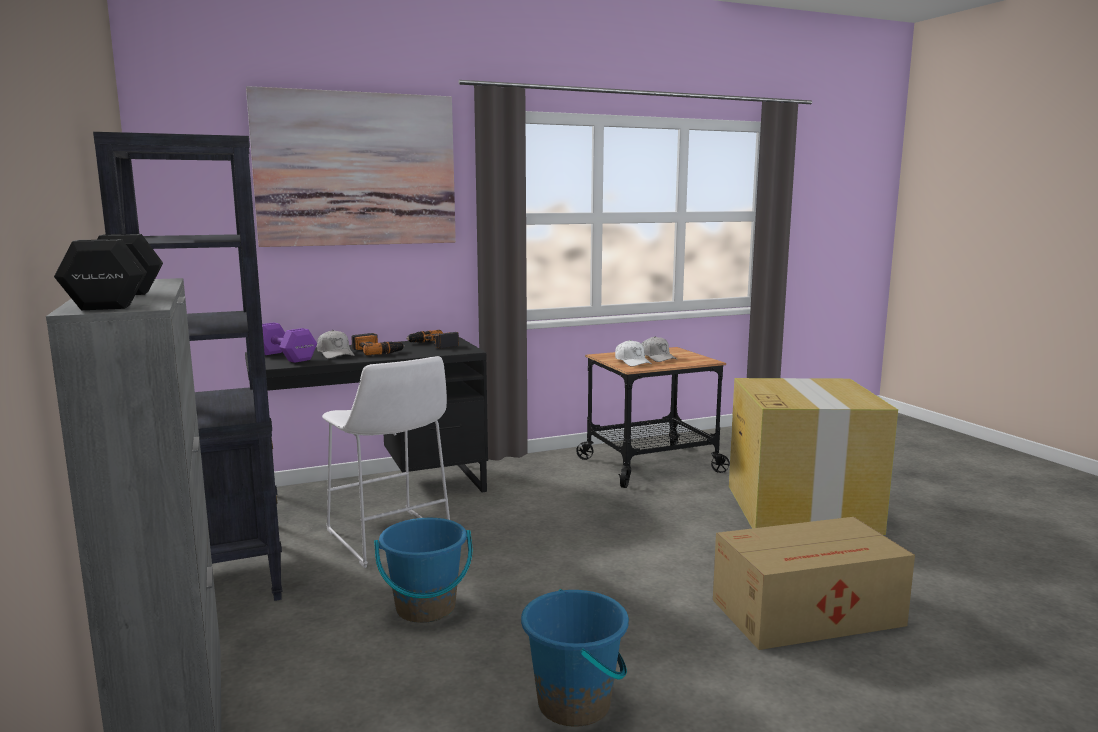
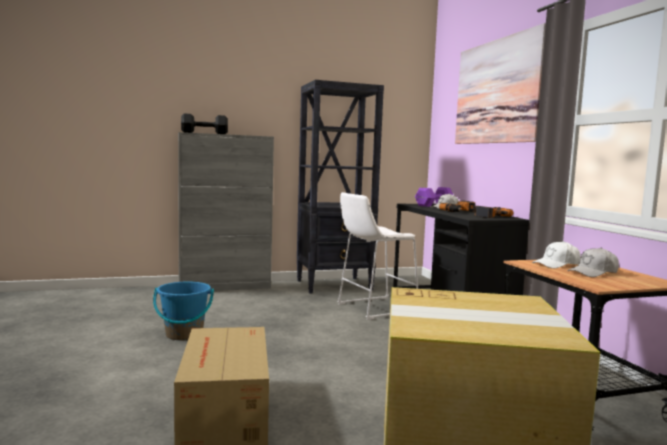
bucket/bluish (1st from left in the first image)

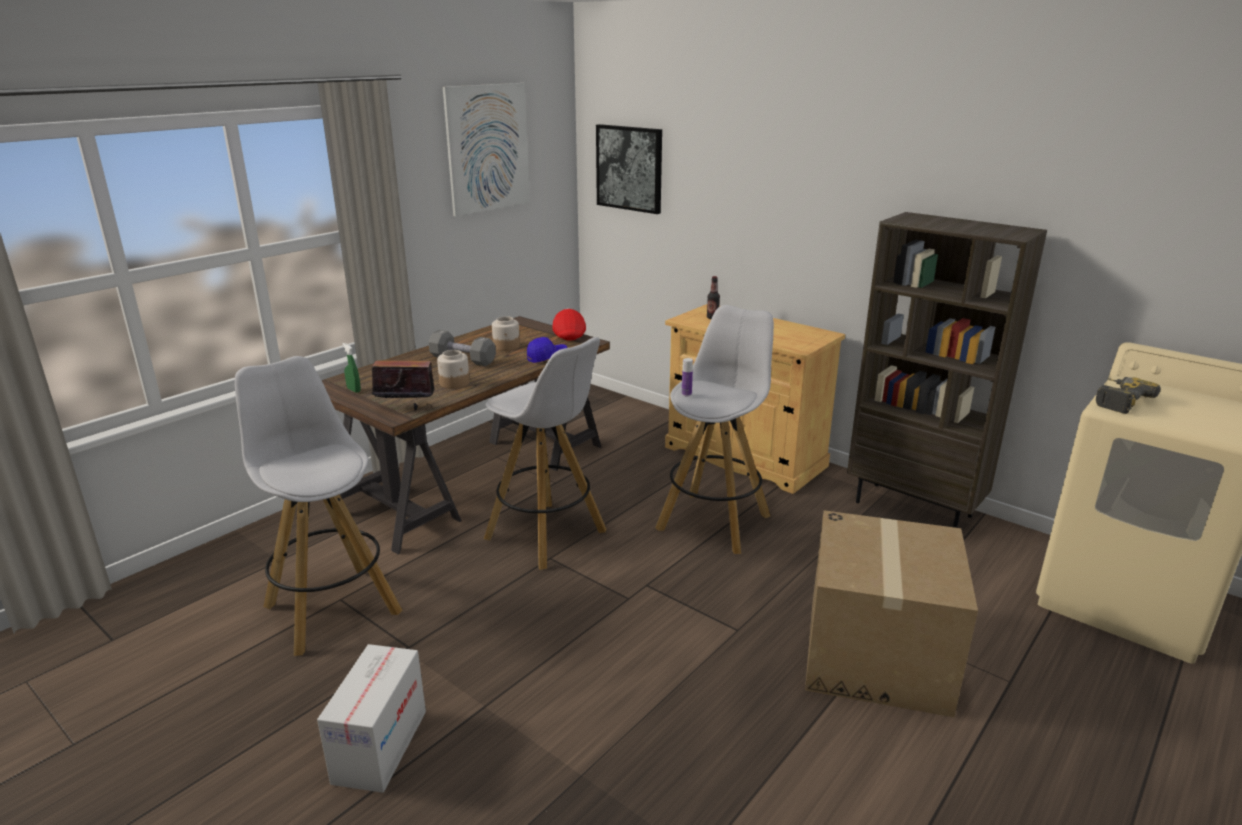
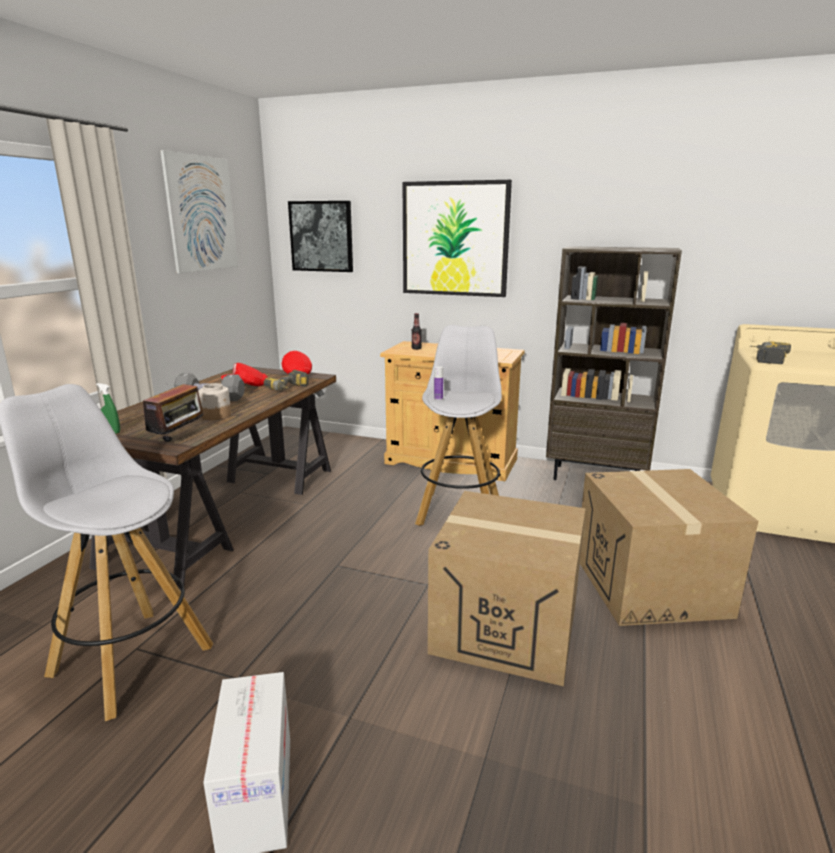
peaked cap/reddish (1st from left)
stool seat/white-coloured (2nd from left in the first image)
power drill (1st from left)
radio
wall art (3rd from left)
packing box (2nd from left)

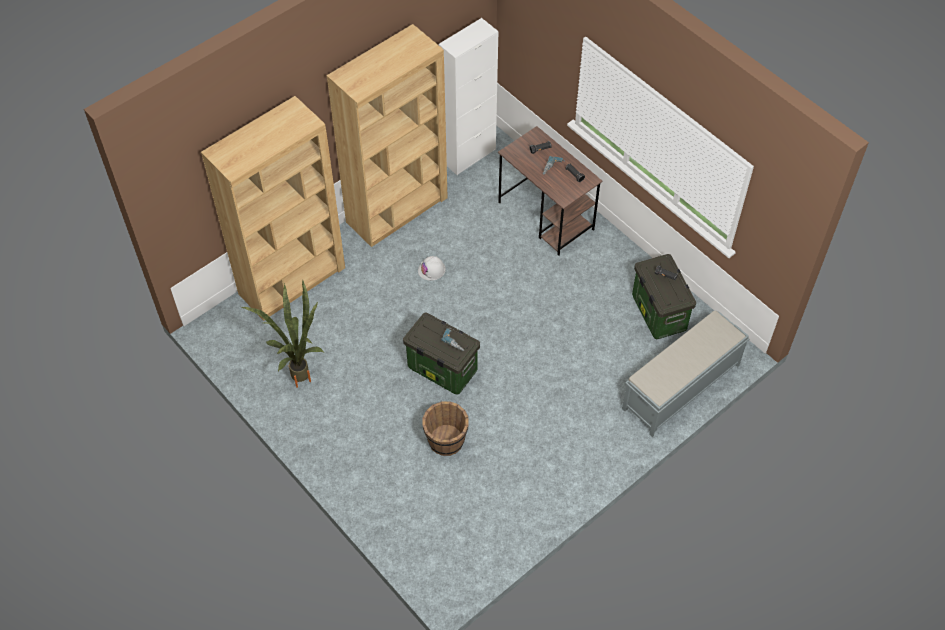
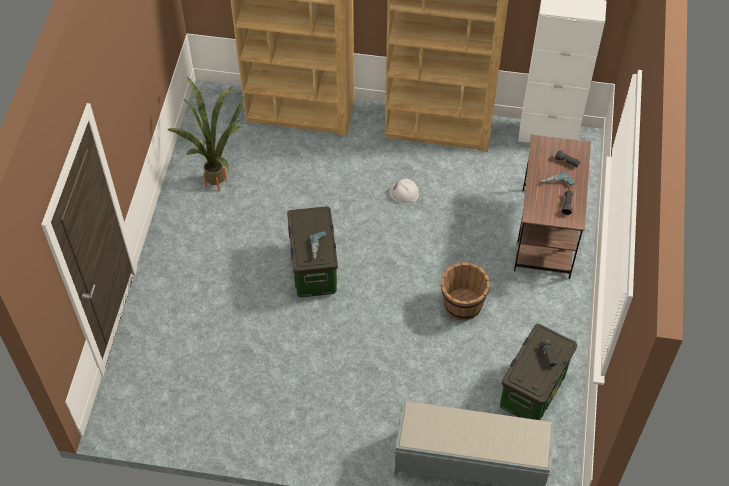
bucket/brownish

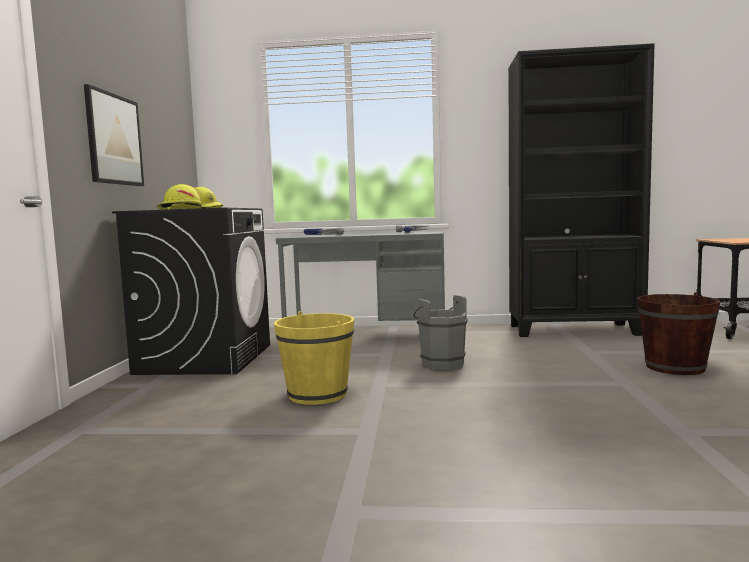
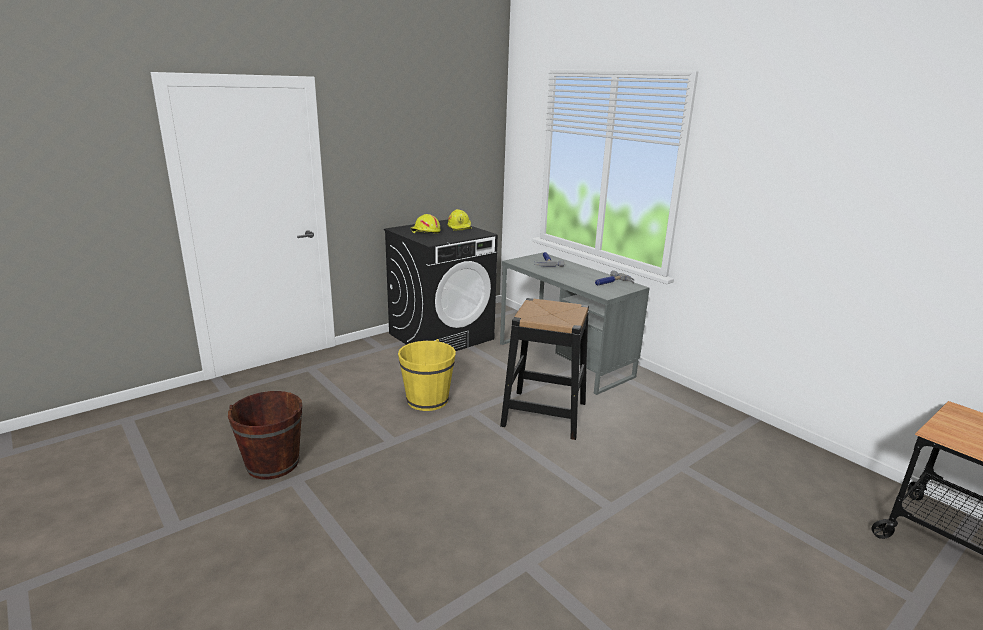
shelving unit/blackish
wall art
bucket/brownish
stool seat/blackish

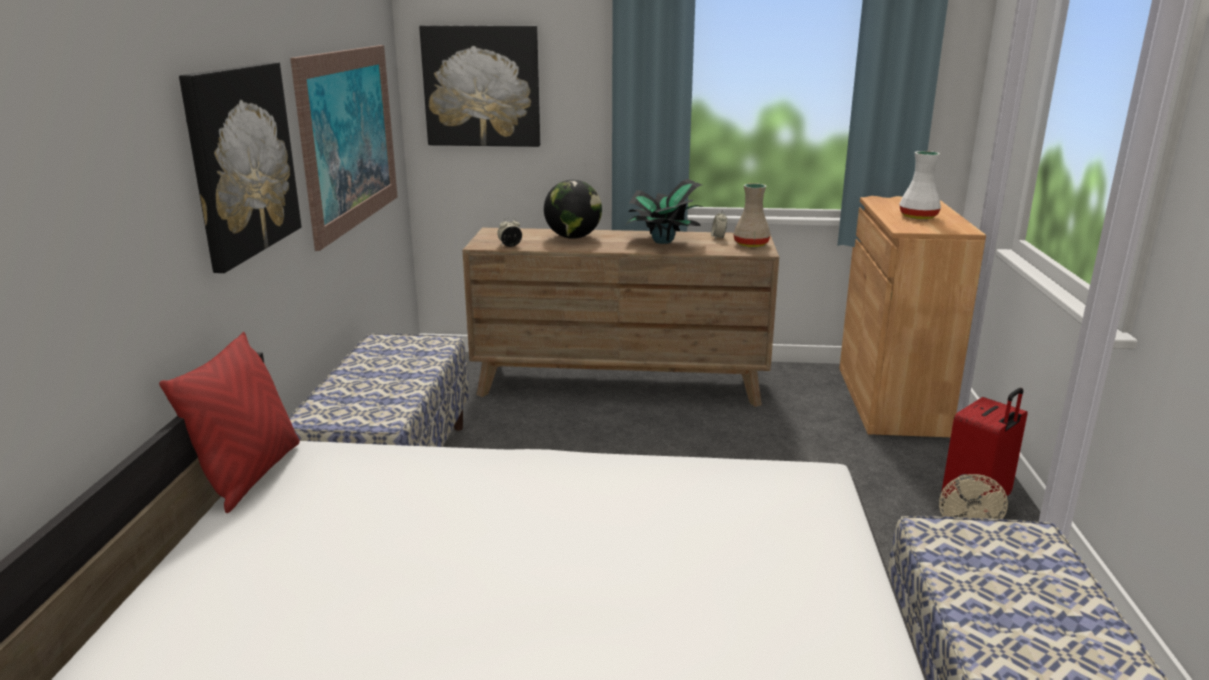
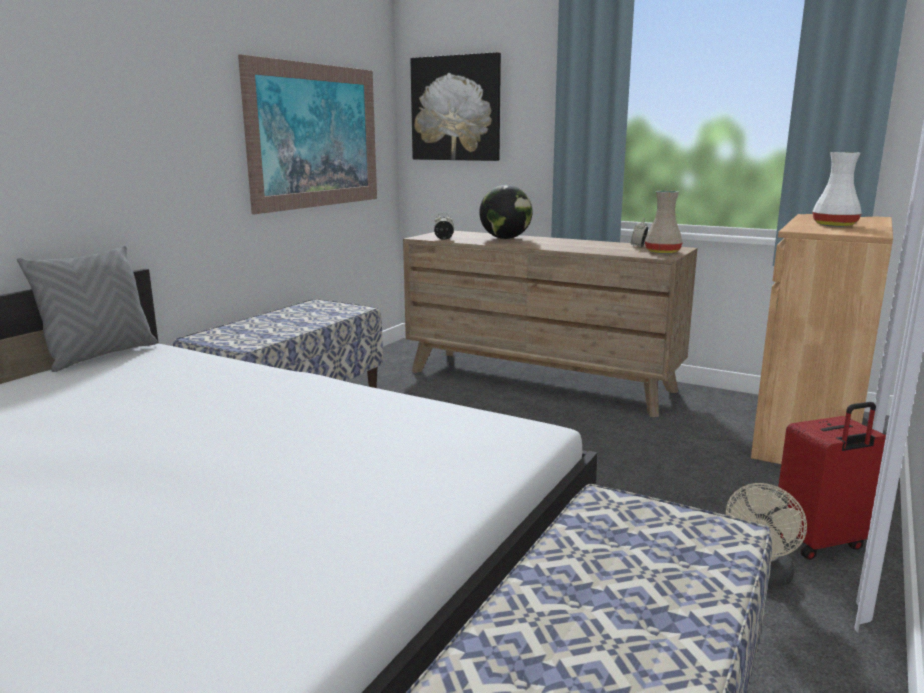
wall art (1st from left in the first image)
potted plant
cushion/grey

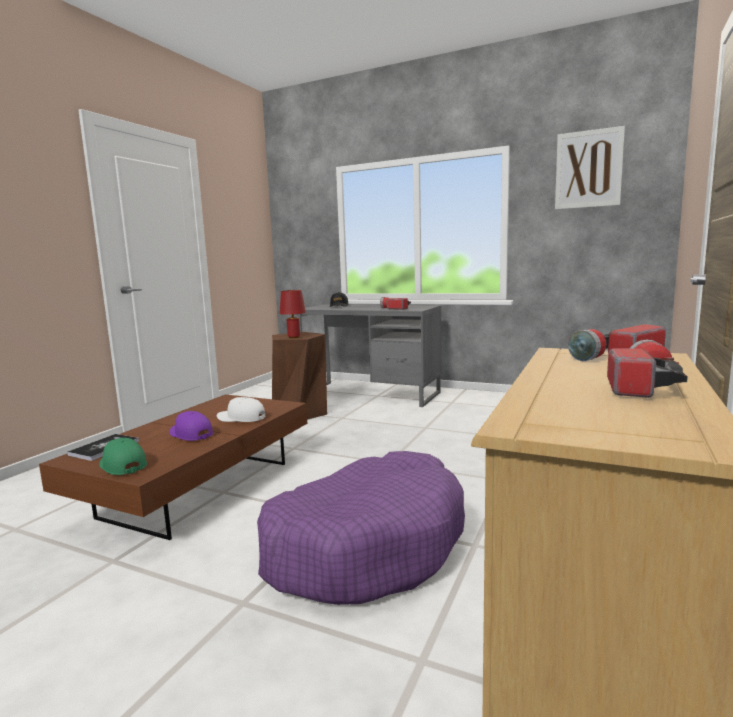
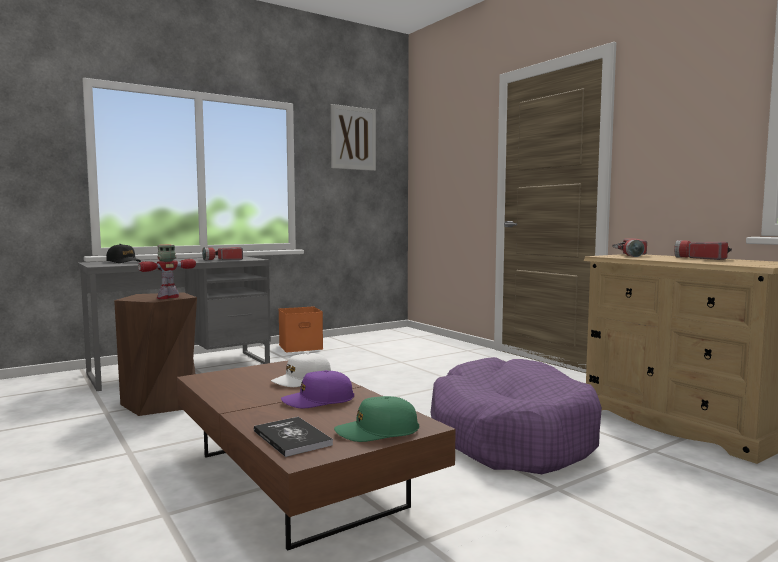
model robot
storage bin/orangey

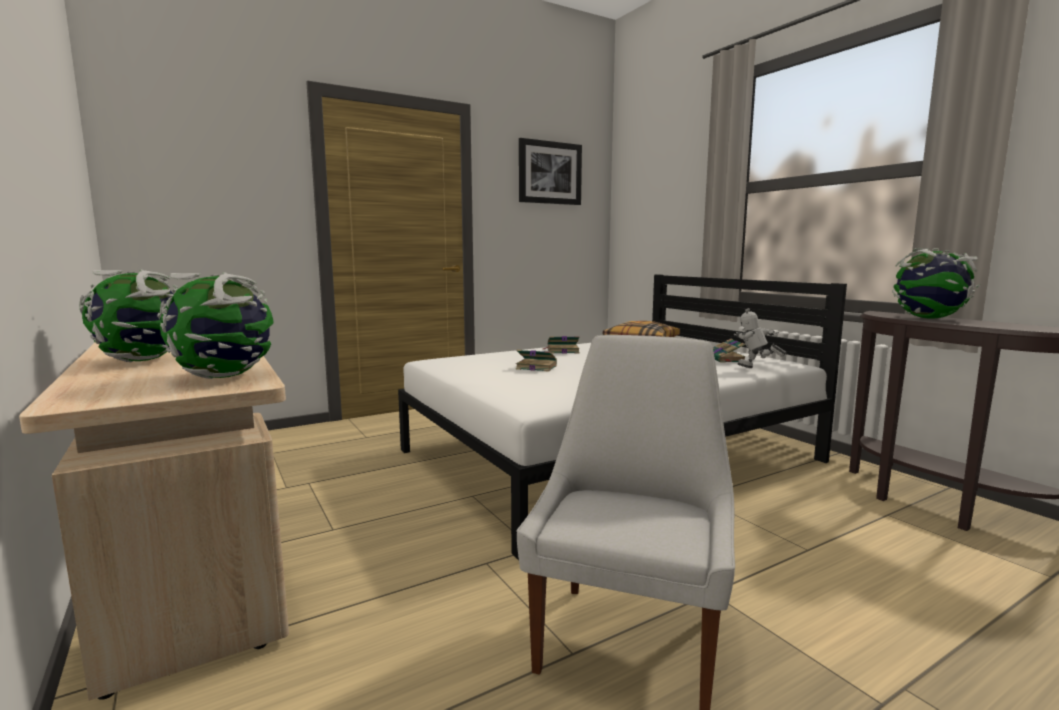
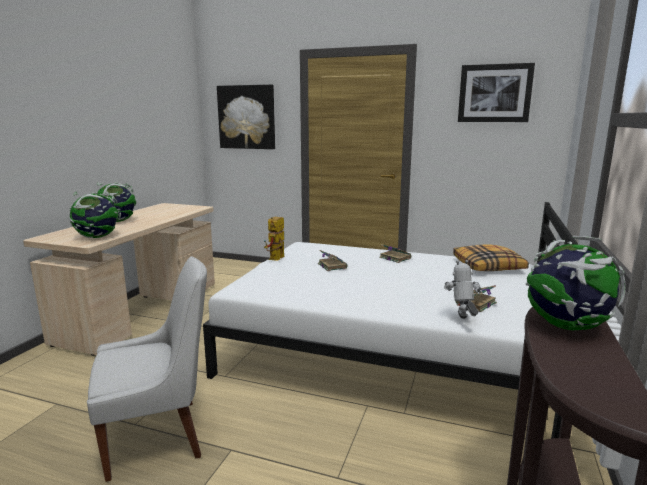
wall art (1st from left)
model robot (1st from left)

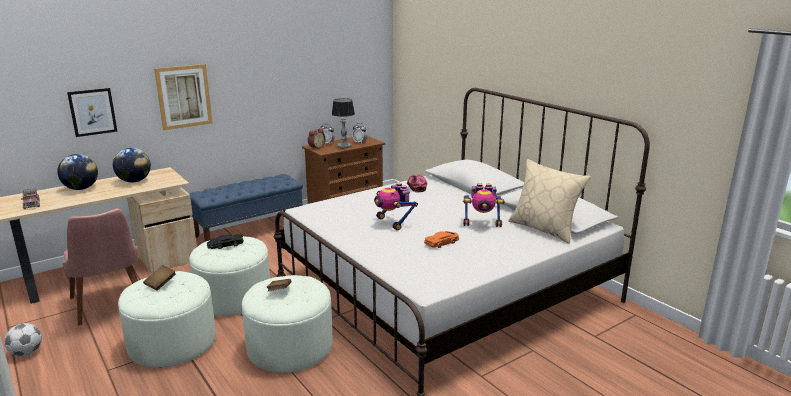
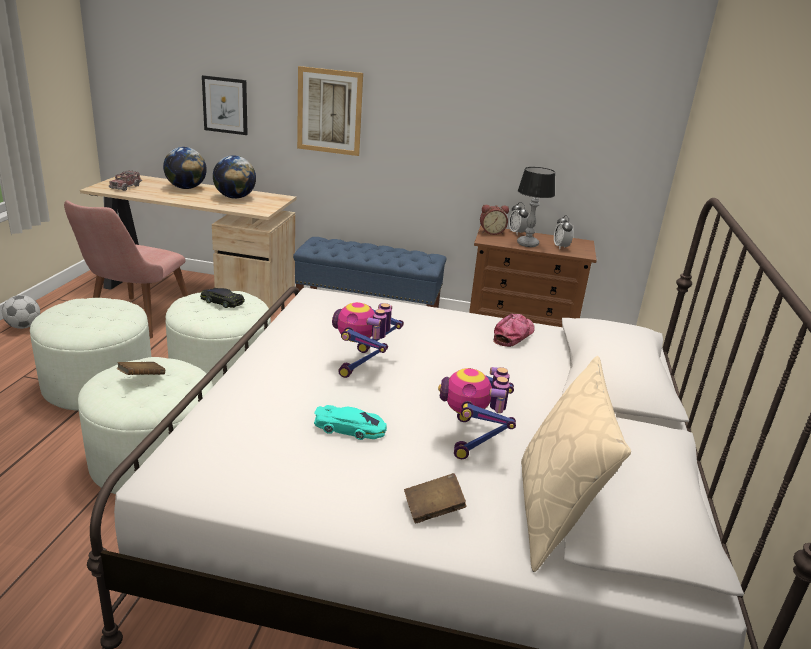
model robot (2nd from left)
toy car/blue-green
bound book/brownish (2nd from left)

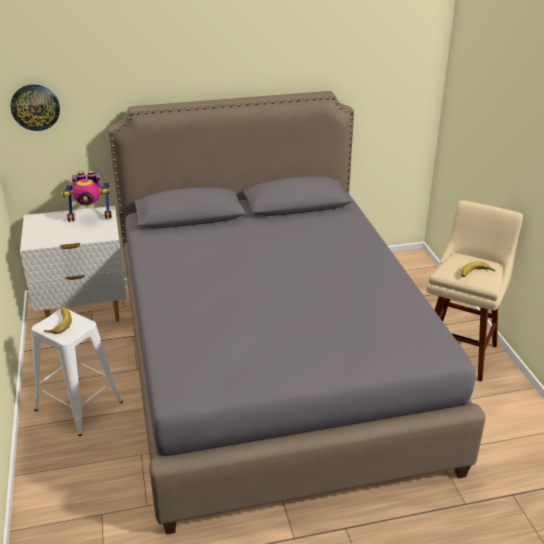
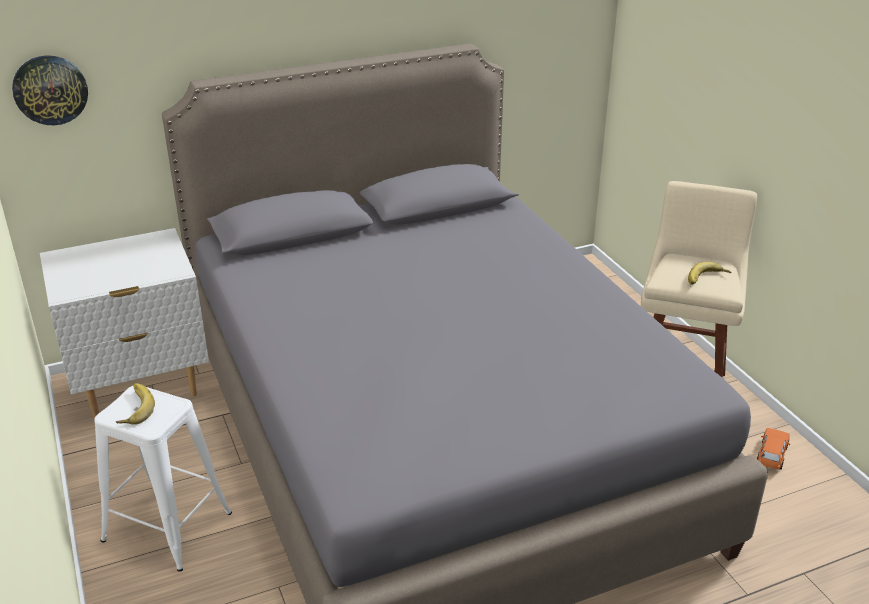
model robot
toy car/orangey

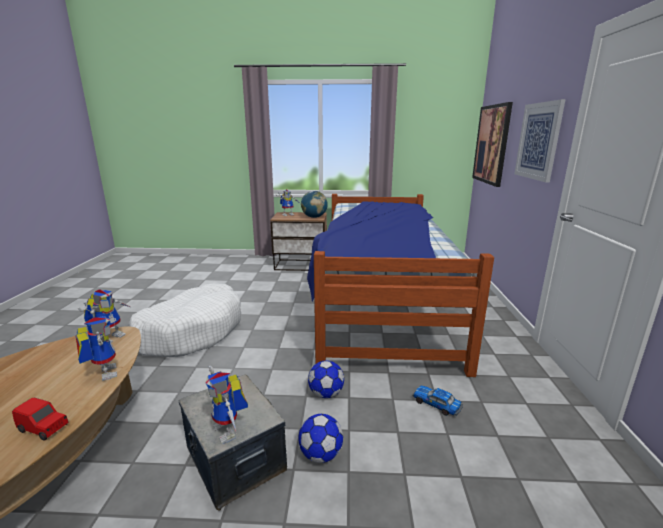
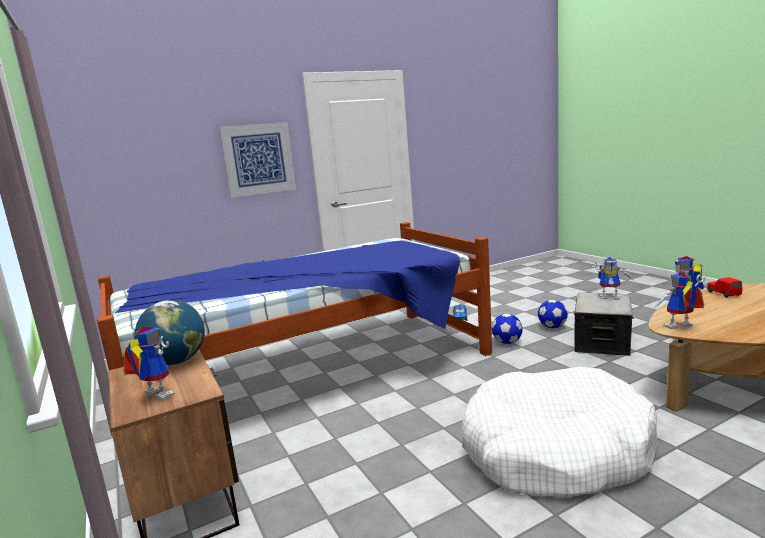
wall art (1st from left in the first image)
model robot (2nd from left)

